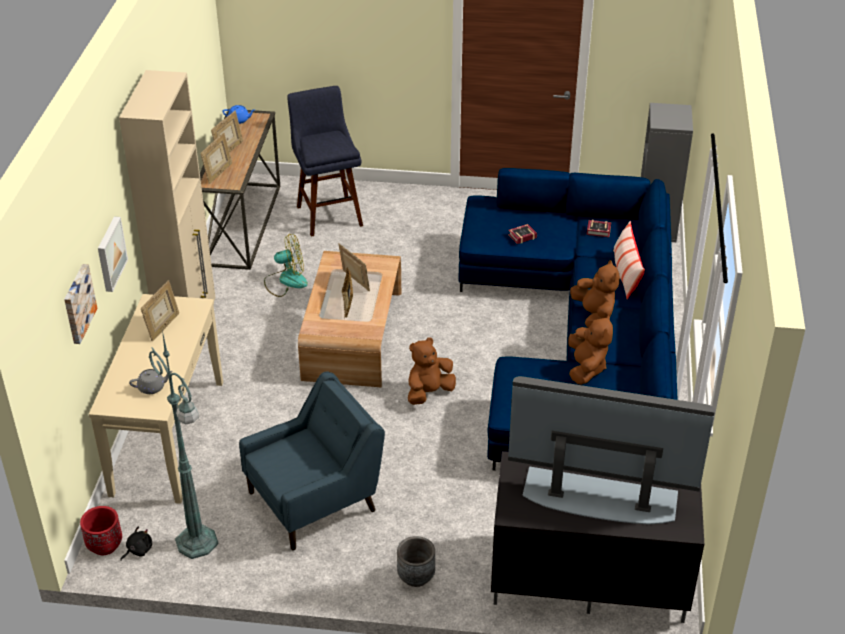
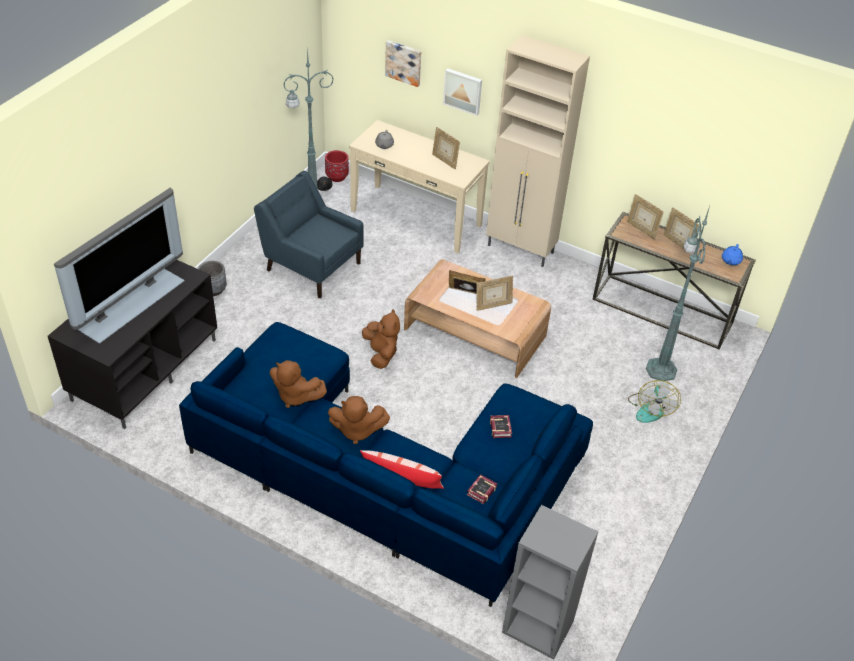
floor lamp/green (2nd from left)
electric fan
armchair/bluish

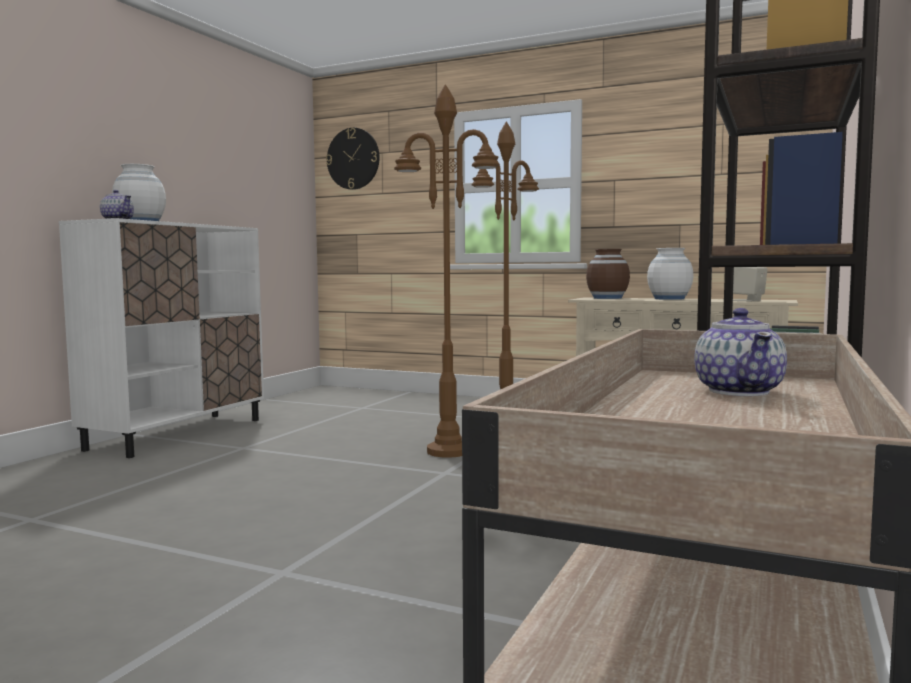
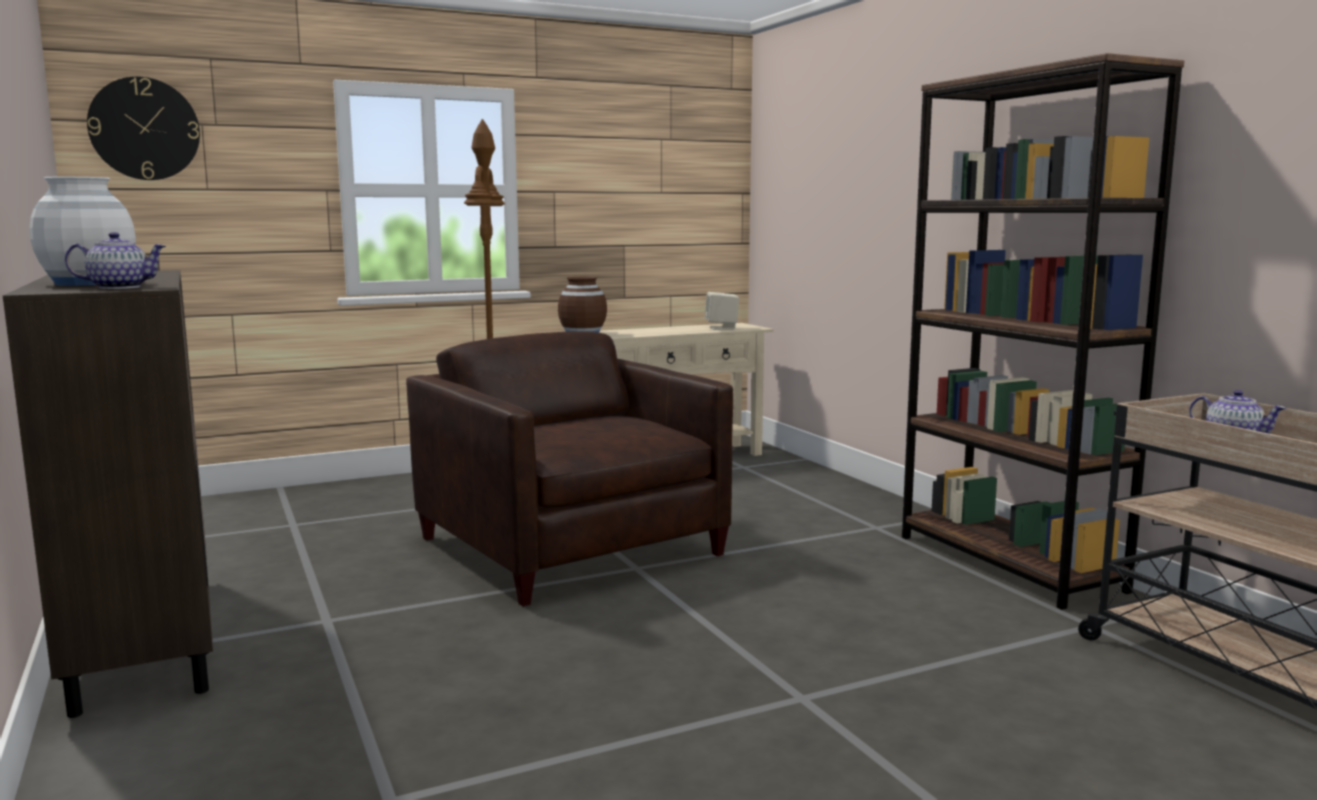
armchair/brownish
cupboard/brownish
vase/white-coloured (2nd from left in the first image)

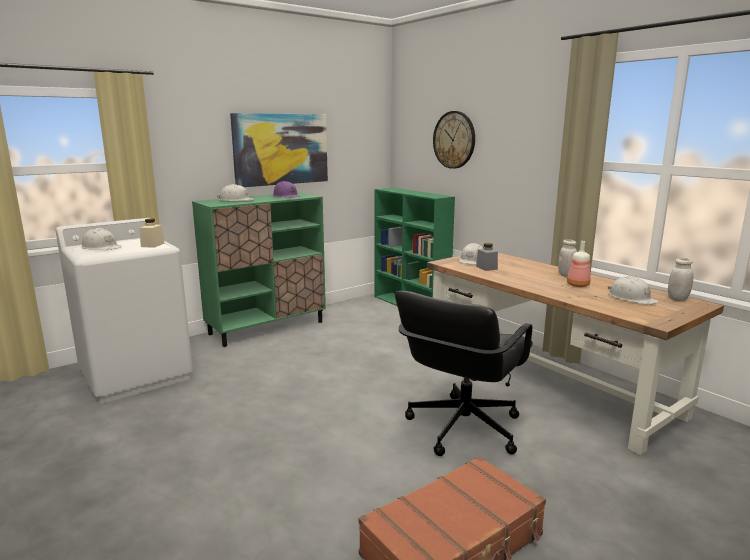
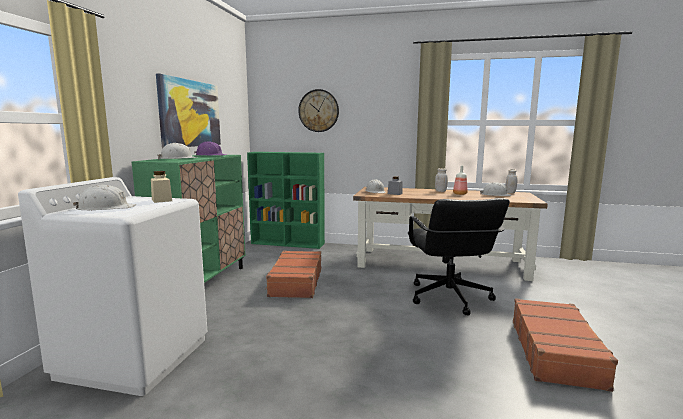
piece of luggage/brownish (1st from left)

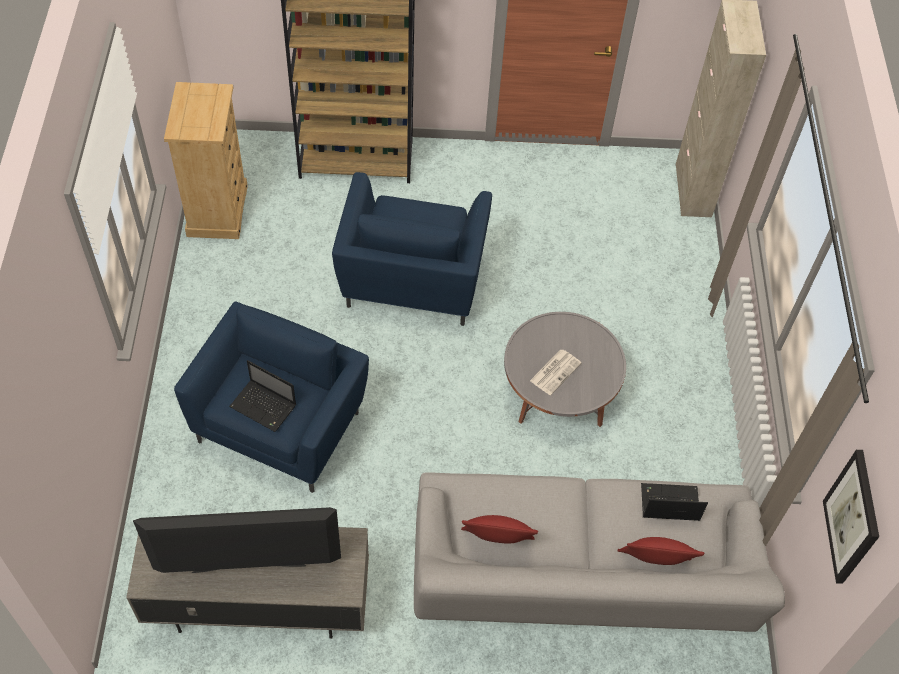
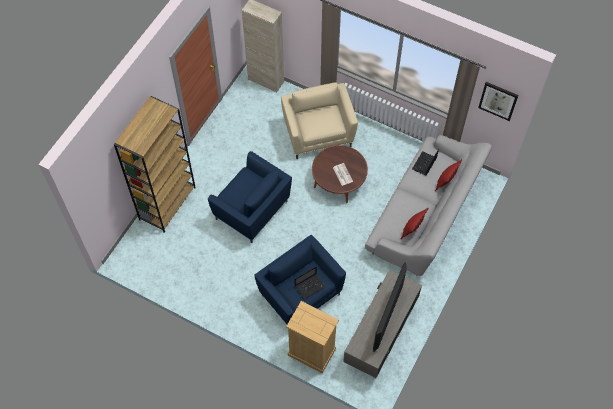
drawer chest/sand-coloured
lounge table/brownish
armchair/sand-coloured

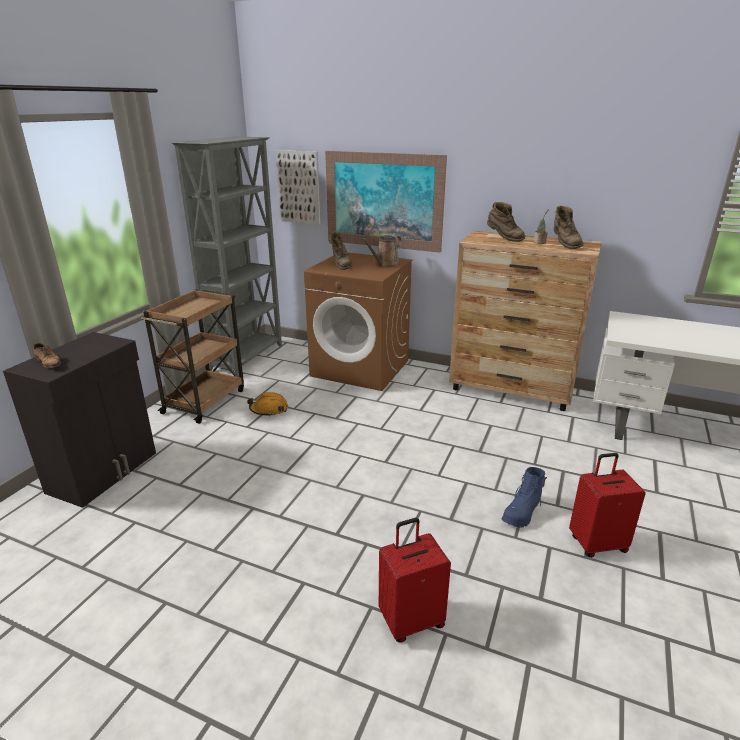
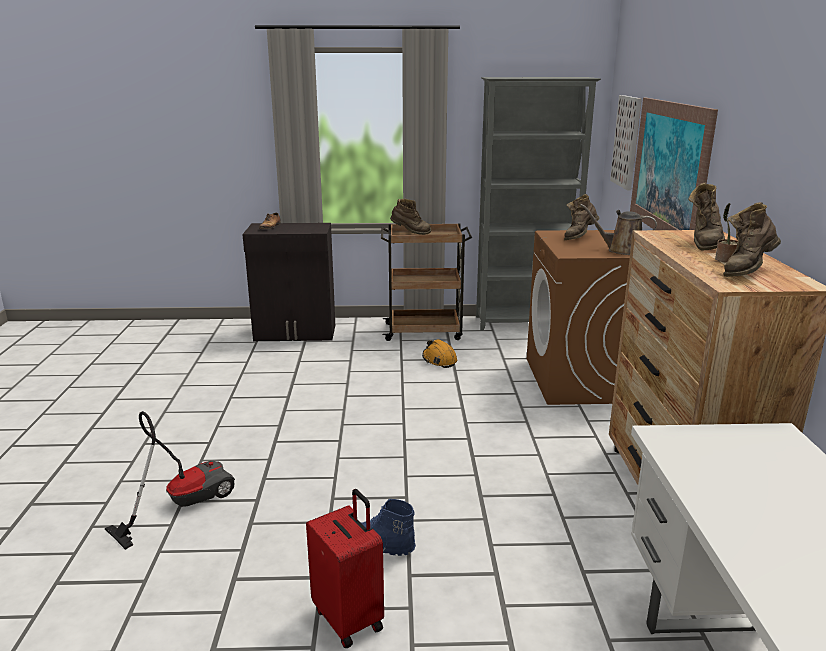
vacuum
high-top boot/brownish (1st from left)

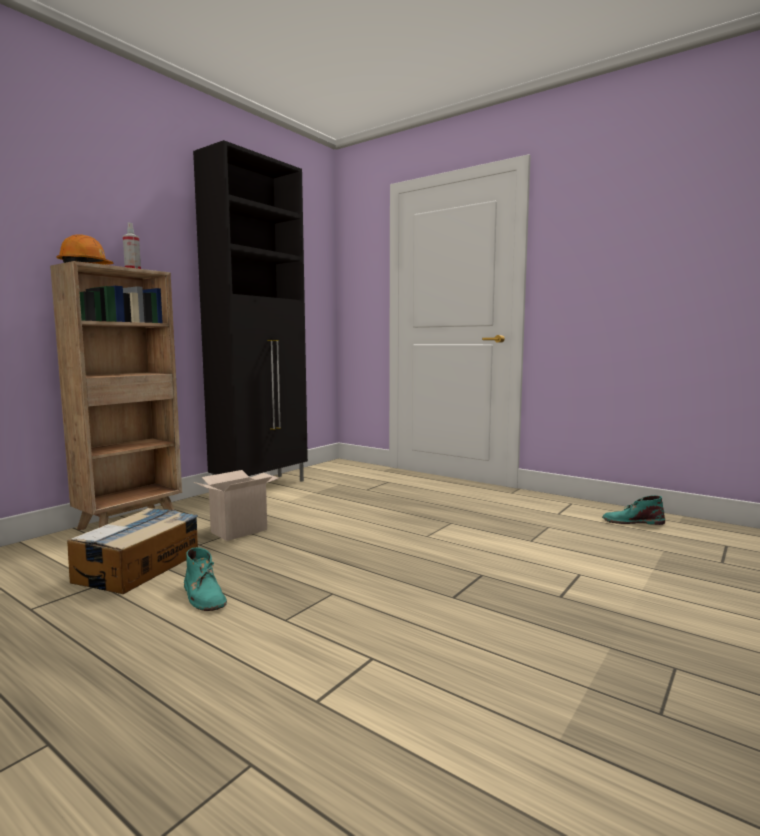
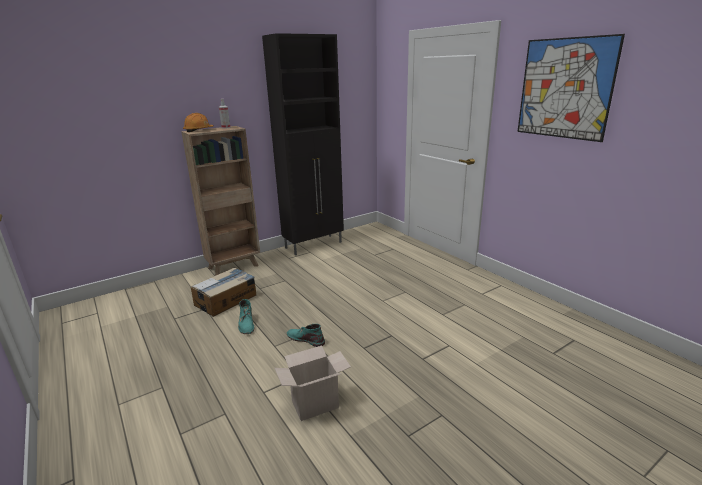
packing box (2nd from left)
high-top boot/blue-green (2nd from left)
wall art

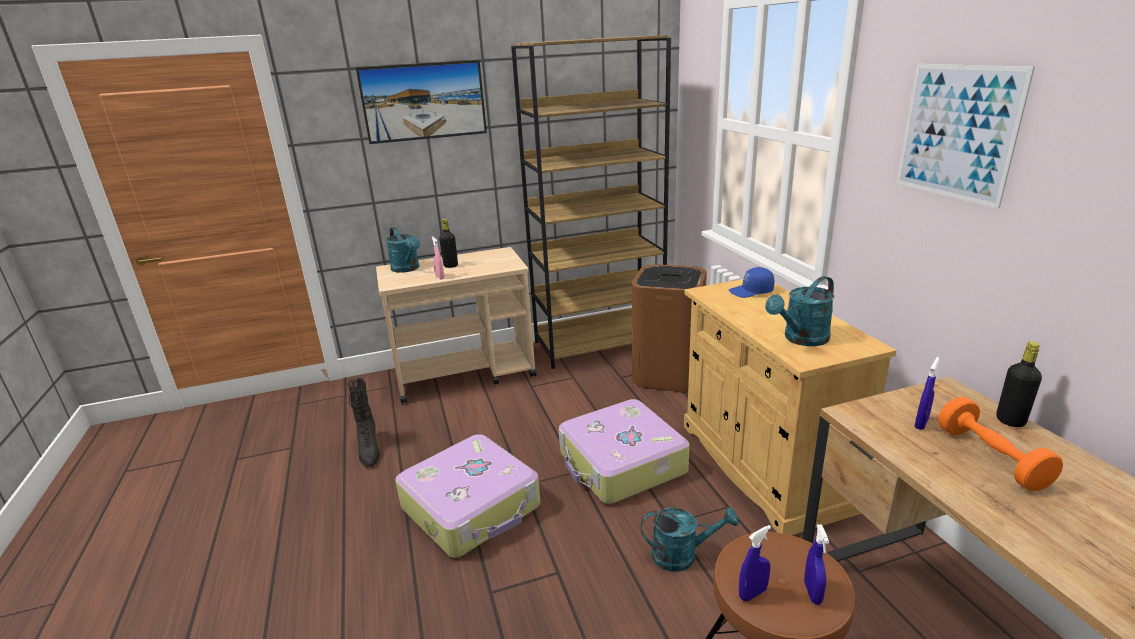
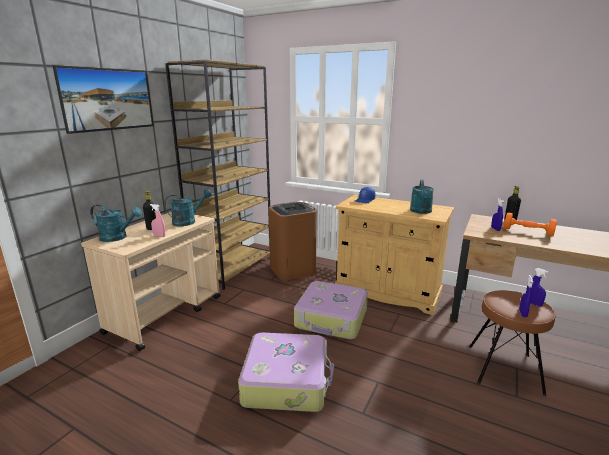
wall art (2nd from left in the first image)
high-top boot/blackish
watering can/blue-green (2nd from left)

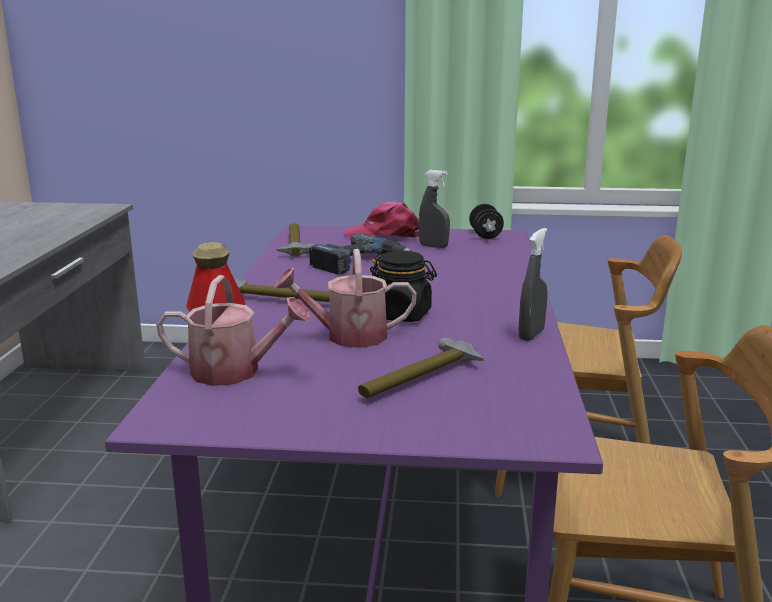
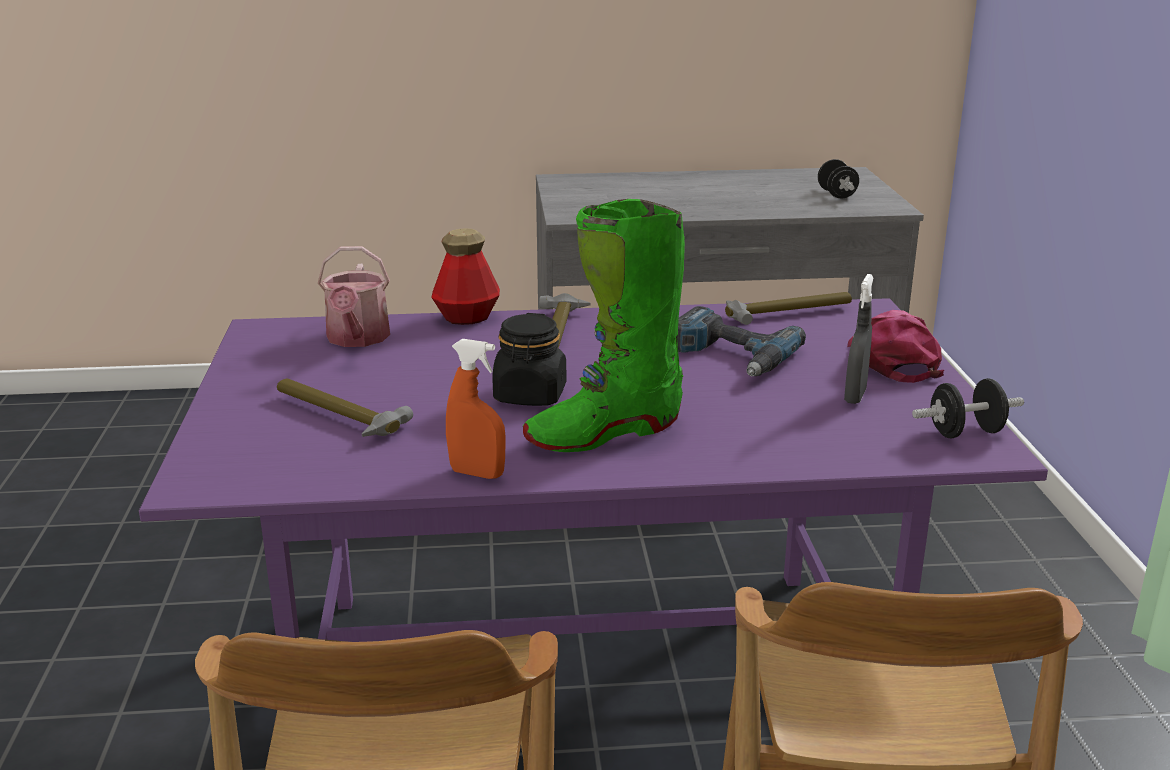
sprayer/orangey
watering can (2nd from left in the first image)
free weight/blackish (1st from left)
high-top boot/green

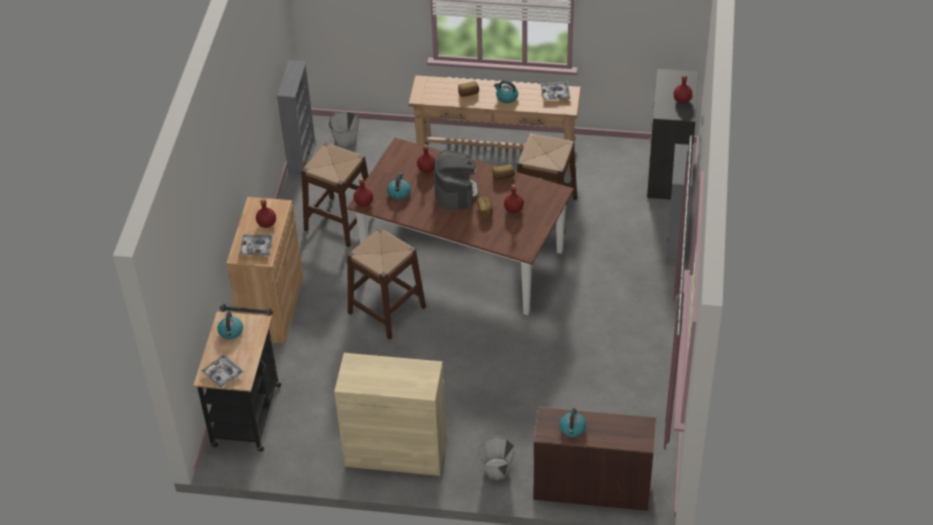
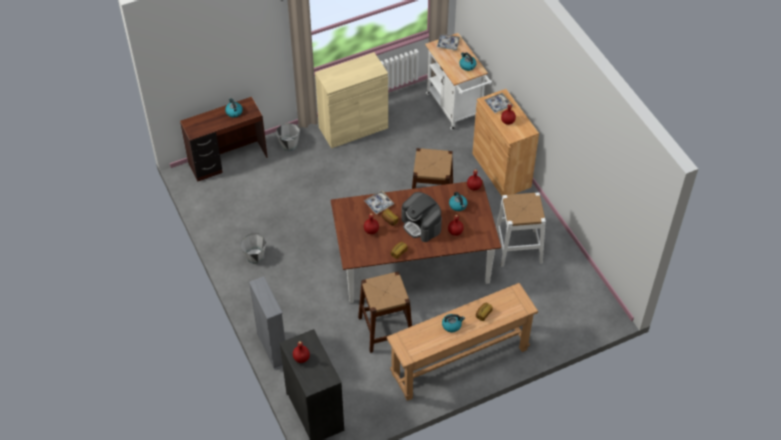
shelving unit/grey (1st from left in the first image)
serving tray (1st from left)
bucket/grey (1st from left)
stool seat/white-coloured
cart/white-coloured

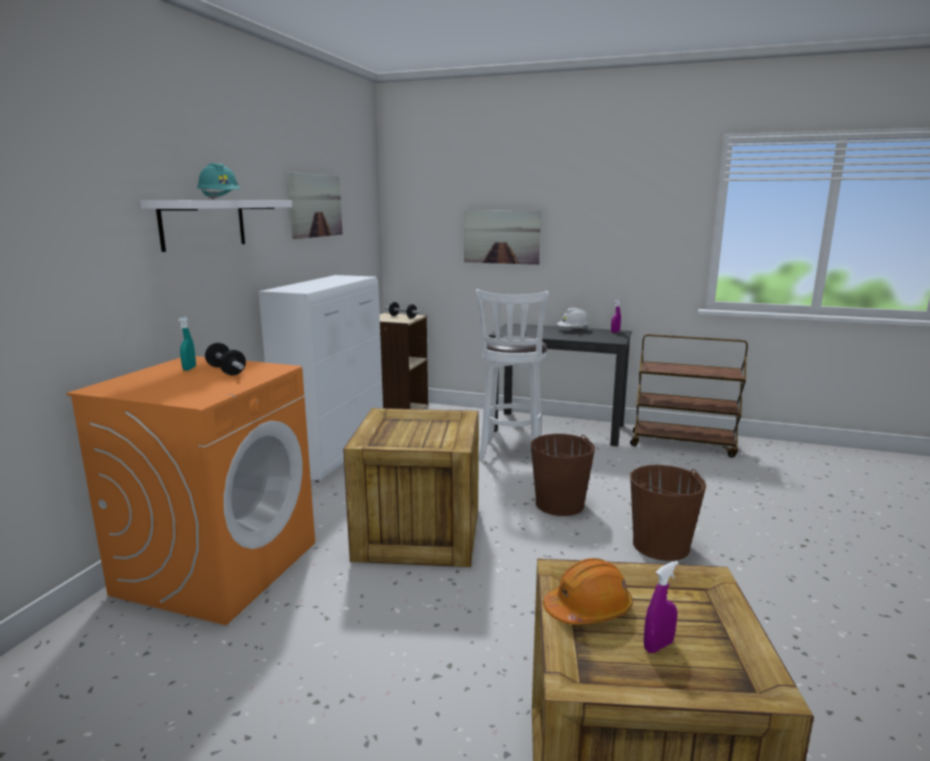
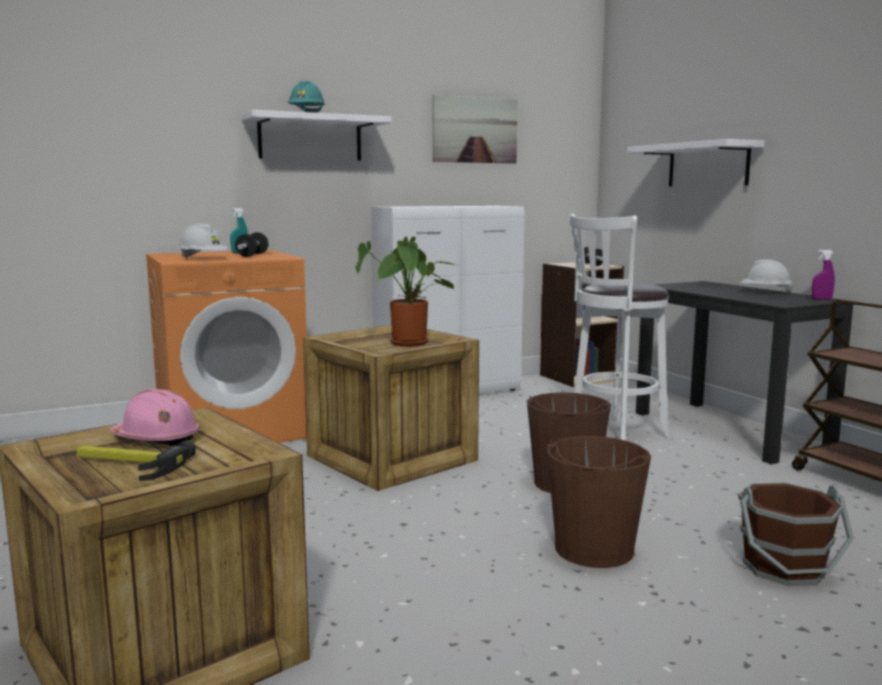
wall shelf/white-coloured (2nd from left)
safety helmet/pink-coloured
hammer
safety helmet/white-coloured (1st from left)
potted plant
bucket/brownish (3rd from left)

